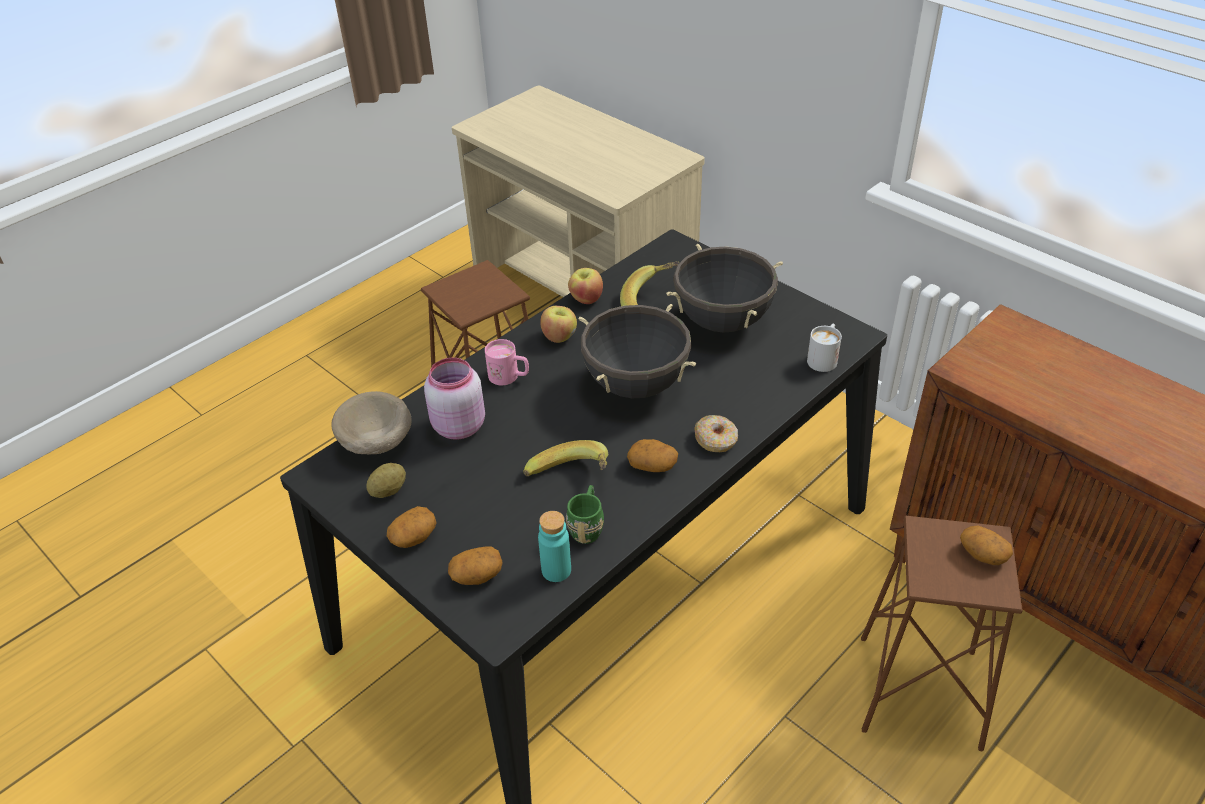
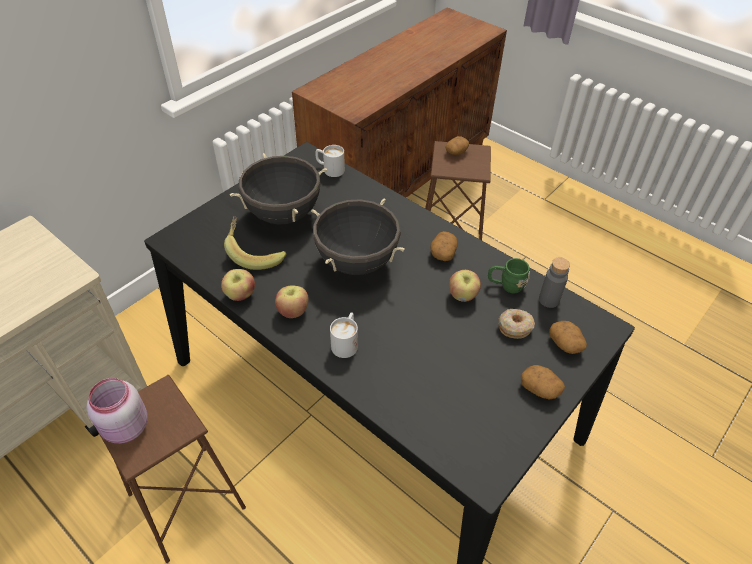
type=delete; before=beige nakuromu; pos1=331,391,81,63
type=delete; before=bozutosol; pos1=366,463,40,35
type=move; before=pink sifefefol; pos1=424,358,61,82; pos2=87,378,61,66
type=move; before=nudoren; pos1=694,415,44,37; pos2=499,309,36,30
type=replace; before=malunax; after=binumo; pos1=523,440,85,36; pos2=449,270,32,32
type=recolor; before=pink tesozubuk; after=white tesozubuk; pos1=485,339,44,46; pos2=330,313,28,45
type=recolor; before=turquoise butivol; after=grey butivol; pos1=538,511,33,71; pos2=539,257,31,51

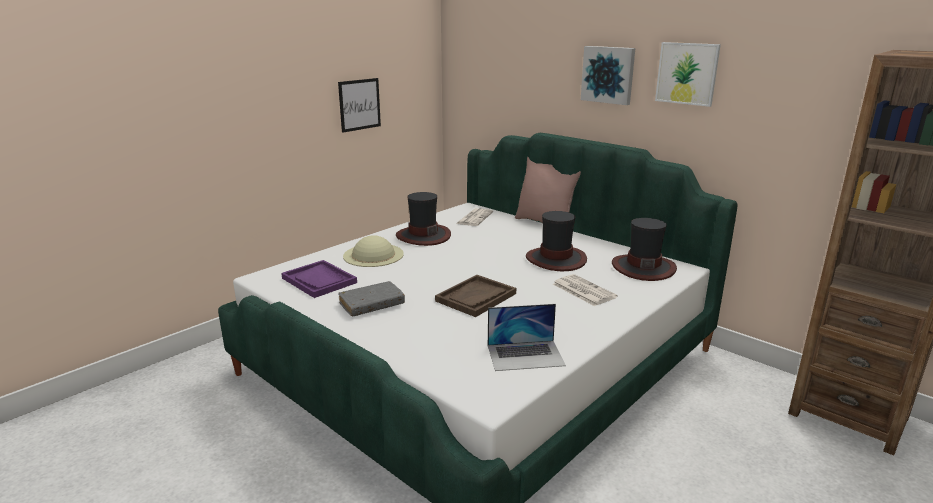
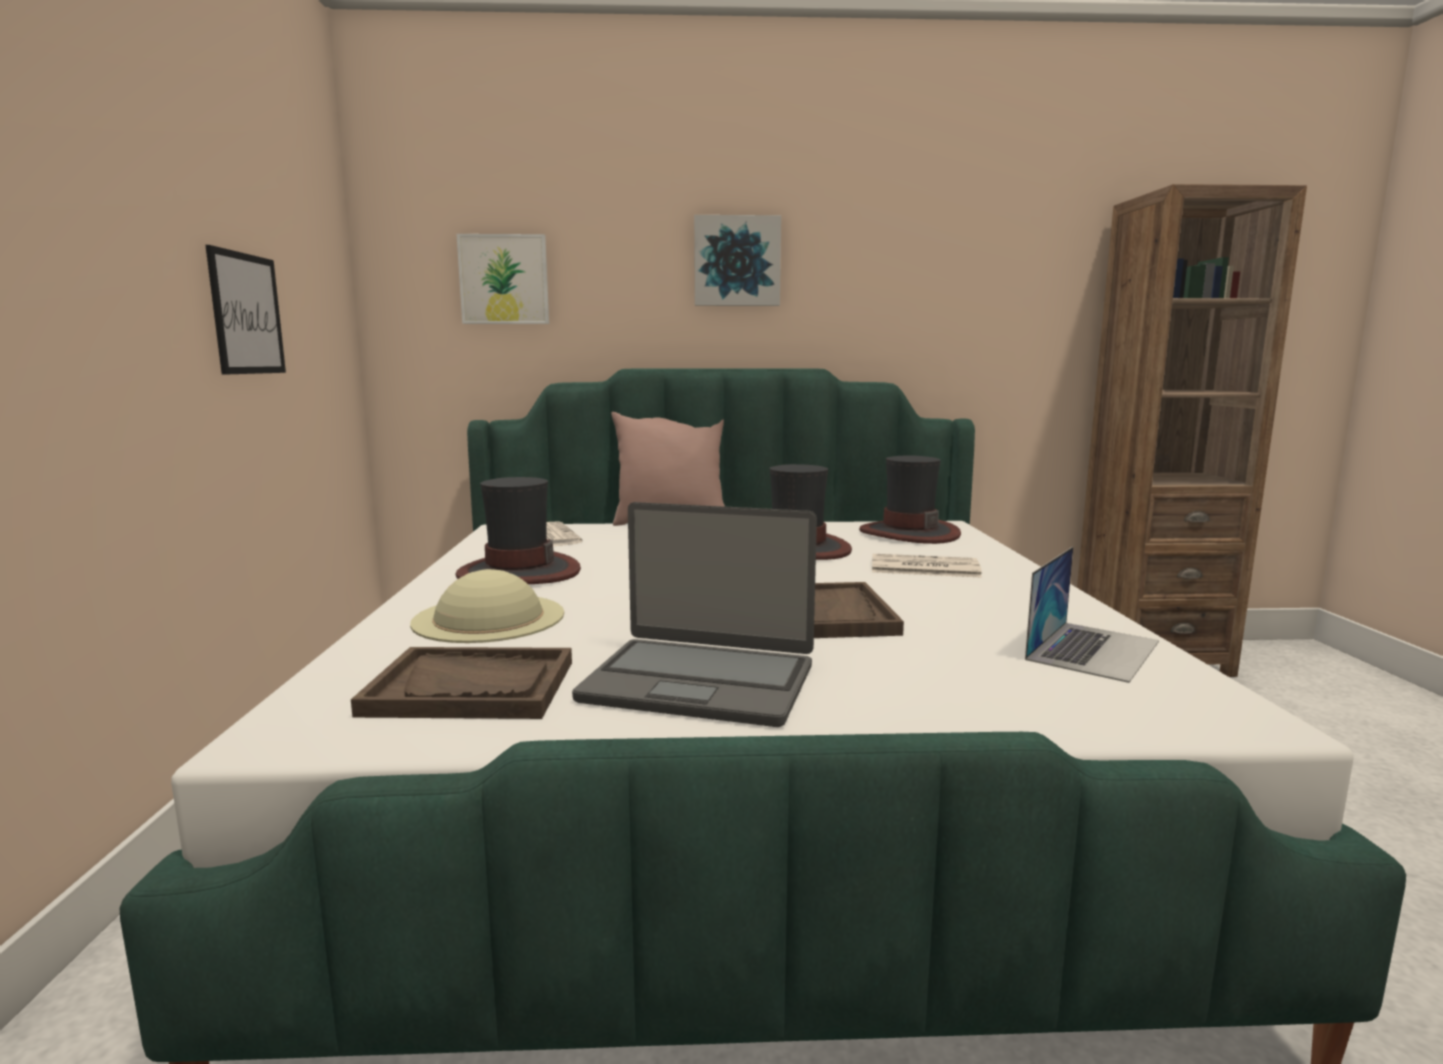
type=move; before=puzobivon; pos1=655,42,66,65; pos2=456,234,93,90
type=replace; before=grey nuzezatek; after=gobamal; pos1=338,281,67,35; pos2=572,502,245,225
type=recolor; before=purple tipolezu; after=brown tipolezu; pos1=281,260,76,38; pos2=351,647,221,72

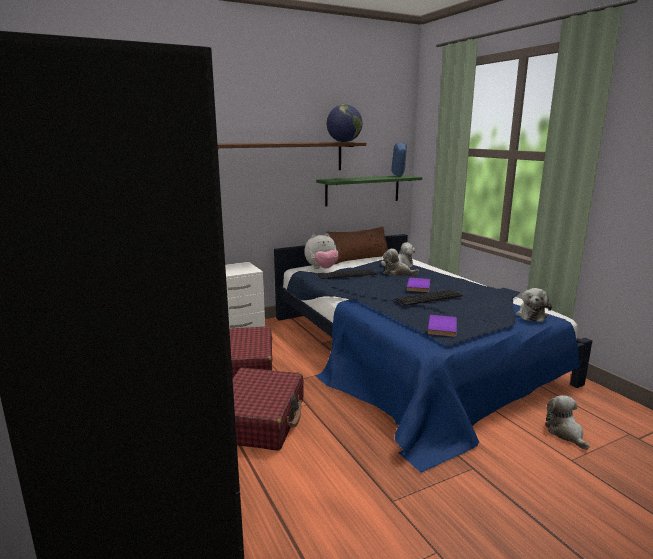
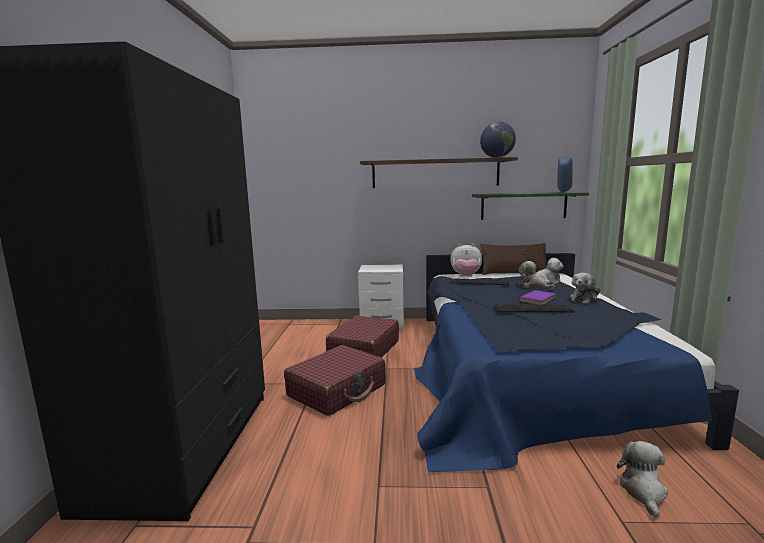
type=delete; before=purple nuzezatek; pos1=427,315,30,22
type=move; before=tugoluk; pos1=516,288,36,34; pos2=570,273,30,31

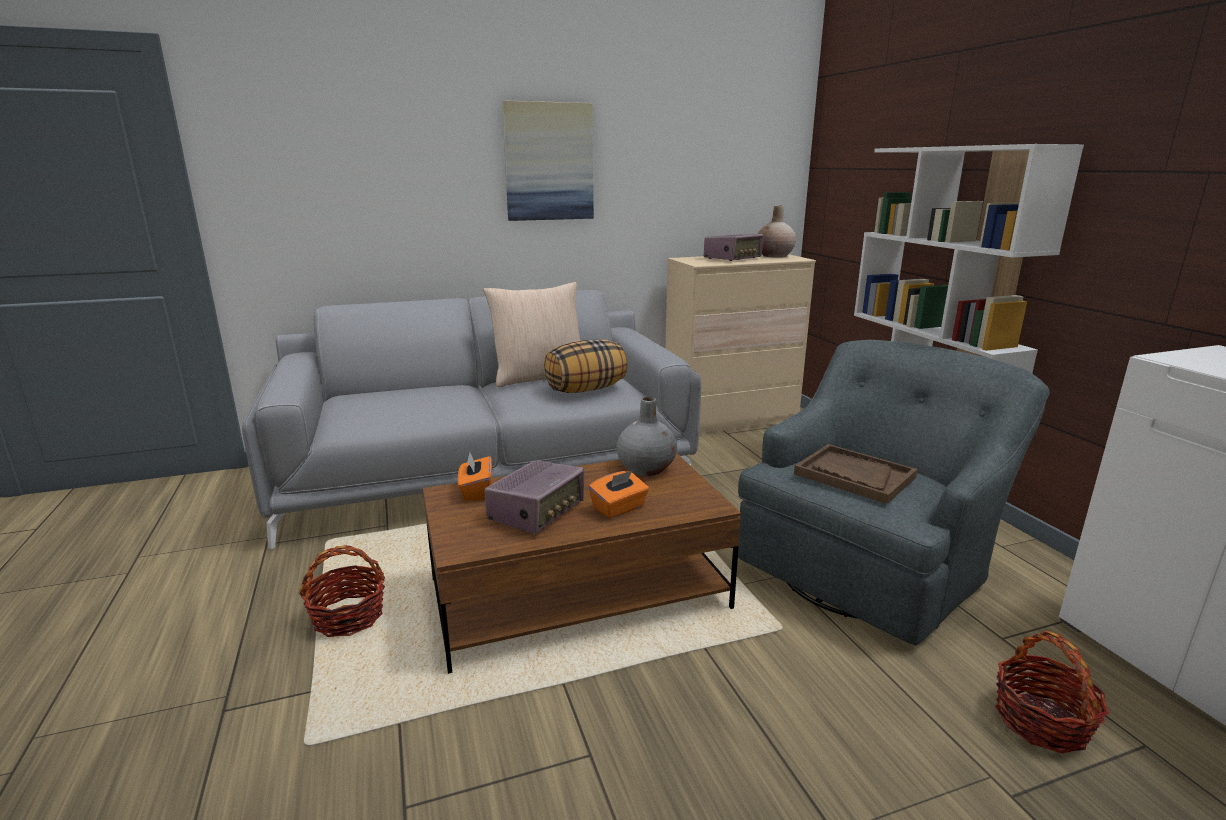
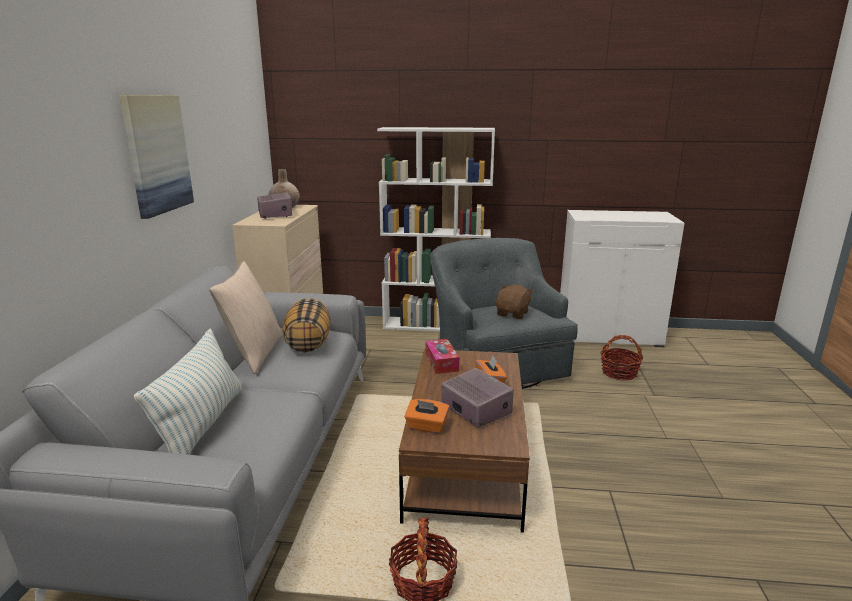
type=insert; after=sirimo; pos2=134,329,109,126
type=replace; before=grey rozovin; after=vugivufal; pos1=617,397,60,79; pos2=425,339,34,35
type=replace; before=brown tipolezu; after=brown tugoluk; pos1=794,444,124,60; pos2=496,285,37,34

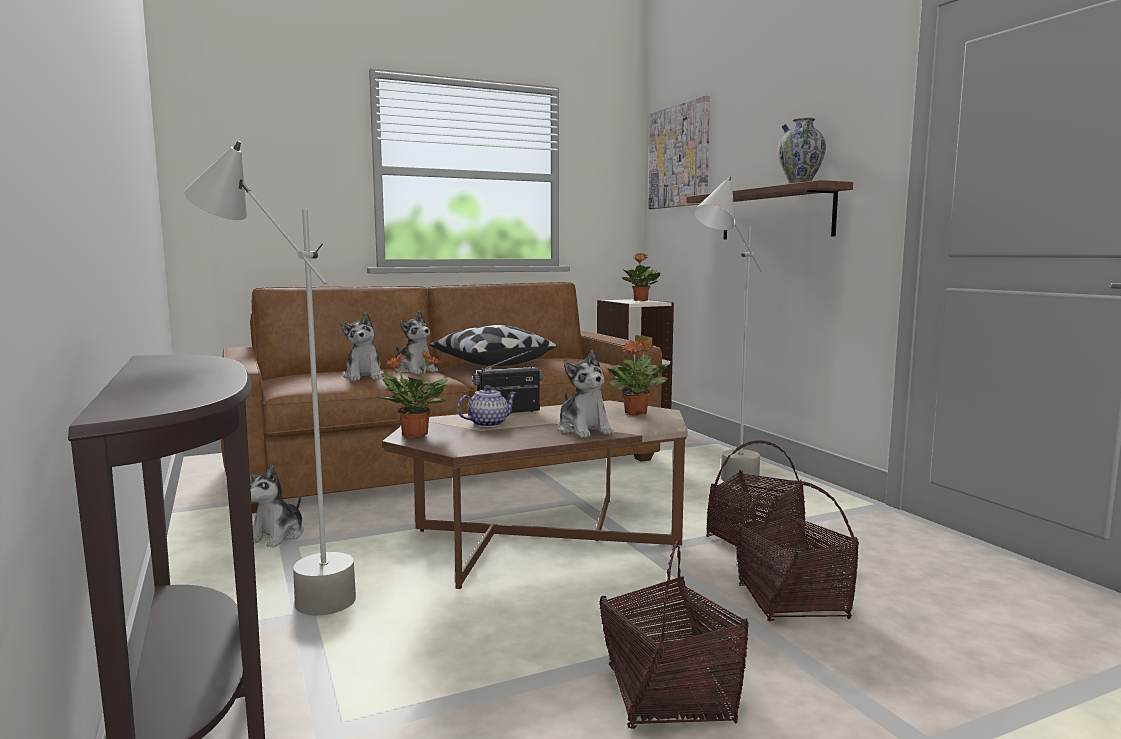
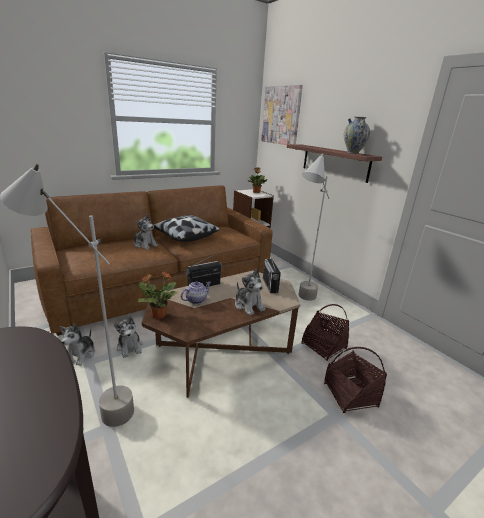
type=delete; before=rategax; pos1=600,540,149,189
type=move; before=tugoluk; pos1=341,313,43,68; pos2=114,316,28,42
type=replace; before=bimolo; after=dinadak; pos1=606,340,64,76; pos2=263,251,18,42

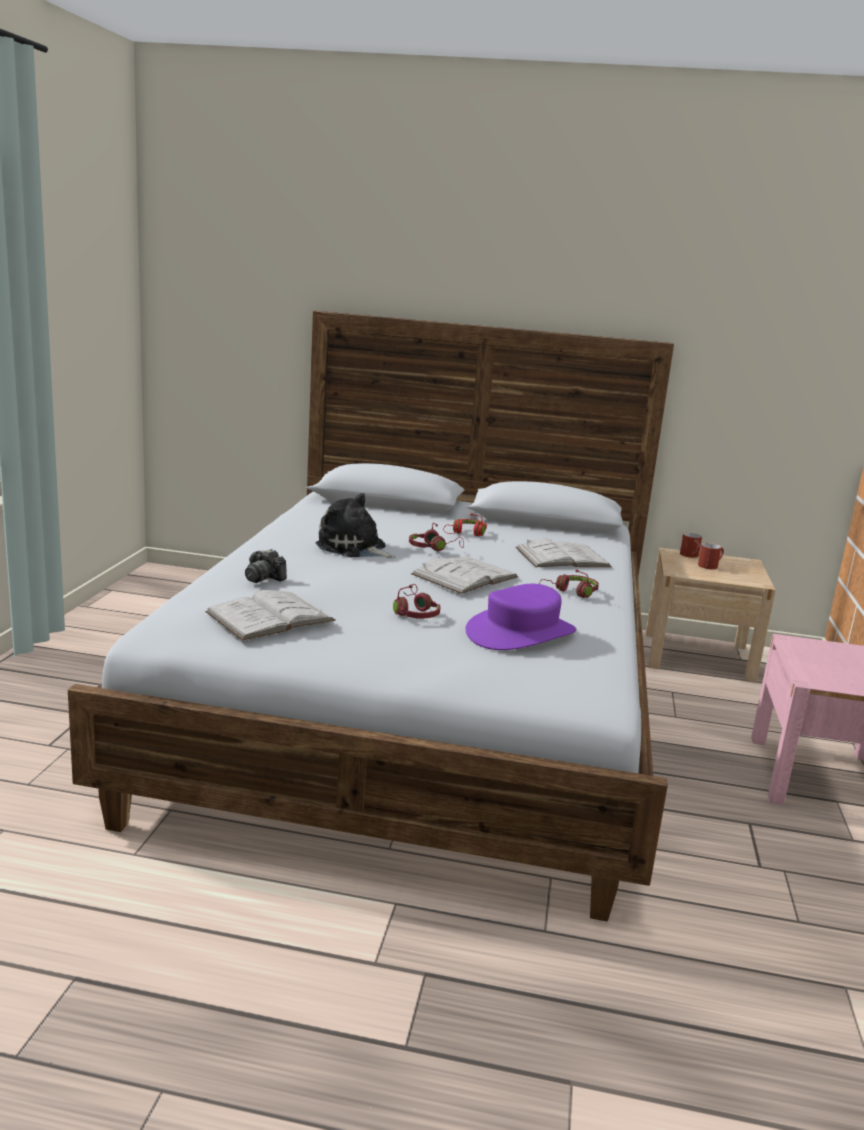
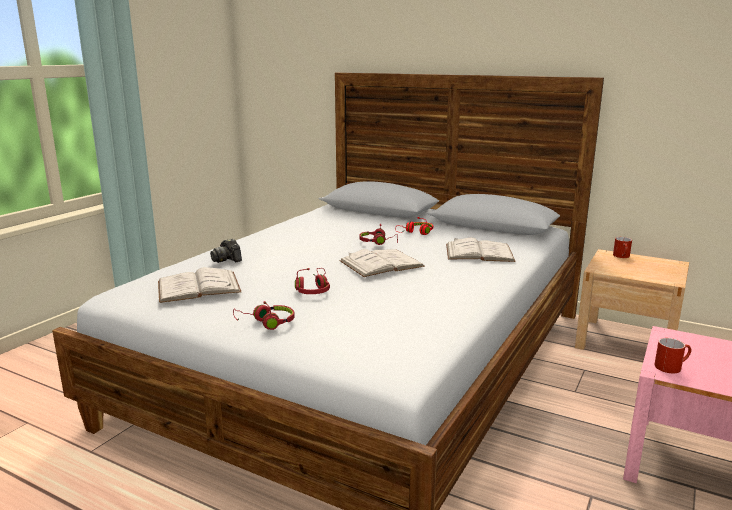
type=delete; before=tugoluk; pos1=316,493,80,65
type=delete; before=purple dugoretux; pos1=465,584,111,66
type=move; before=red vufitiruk; pos1=539,570,60,28; pos2=233,301,62,29
type=move; before=red tesozubuk; pos1=698,543,26,26; pos2=655,338,36,35

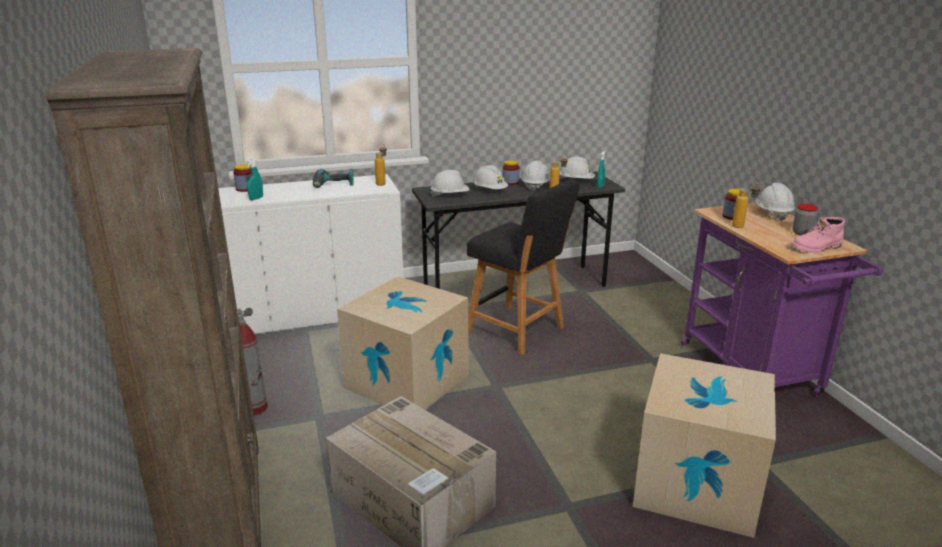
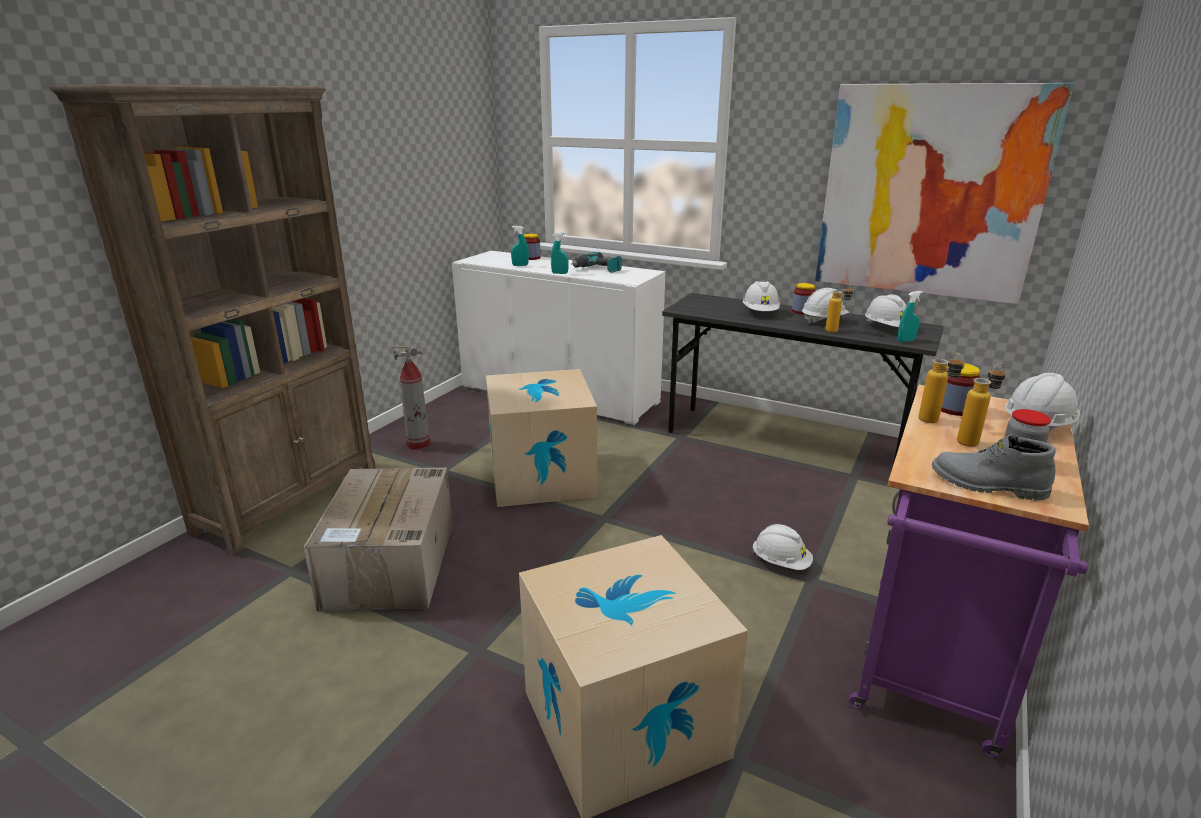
type=delete; before=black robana; pos1=467,180,113,175
type=insert; after=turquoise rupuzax; pos2=551,232,18,42
type=insert; after=puzobivon; pos2=815,83,259,221
type=move; before=butivol; pos1=375,144,12,42; pos2=957,363,49,84
type=move; before=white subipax; pos1=430,170,40,27; pos2=752,524,61,46
type=recolor; before=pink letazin; after=grey letazin; pos1=791,217,54,36; pos2=932,435,124,65

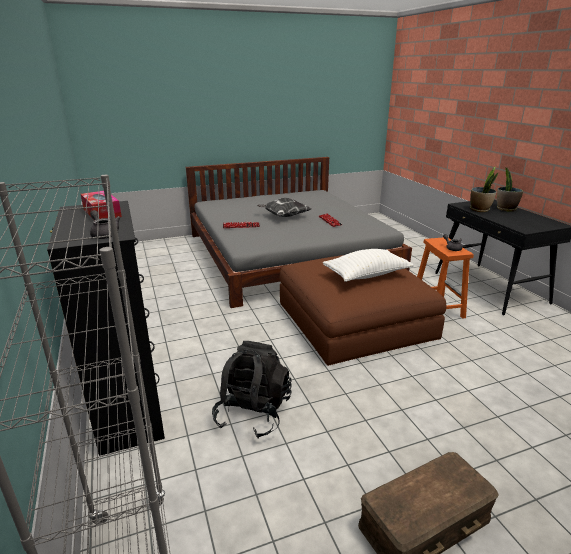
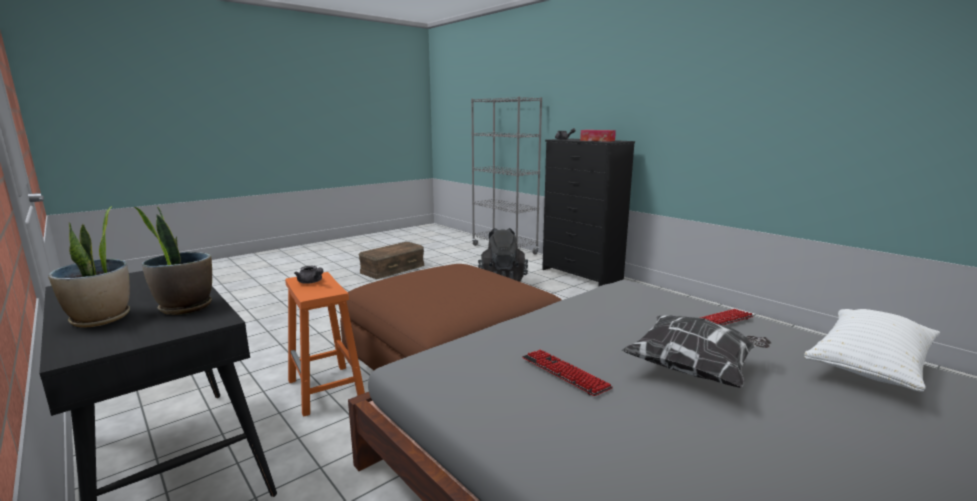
type=move; before=white sirimo; pos1=323,249,91,33; pos2=804,309,136,82

